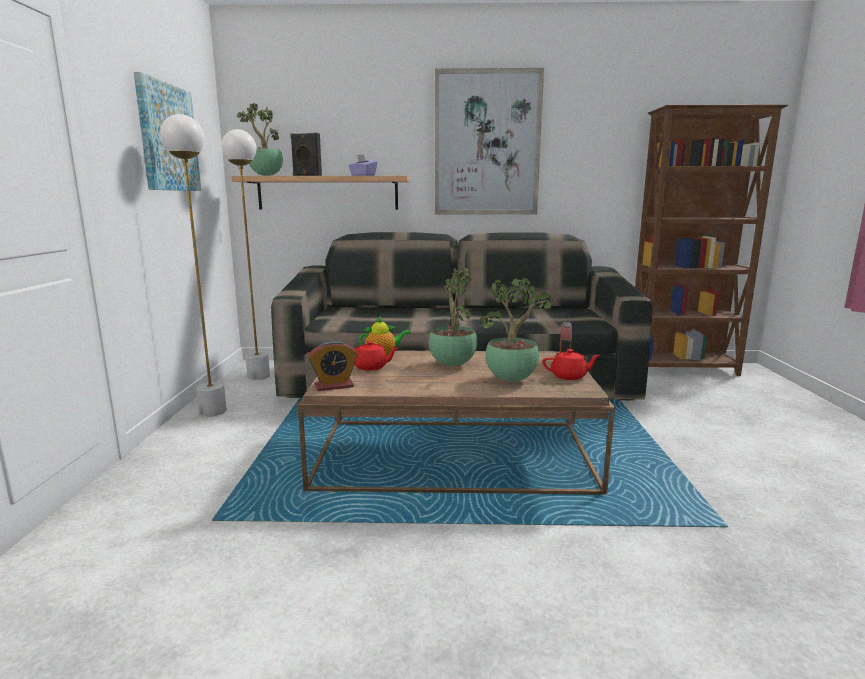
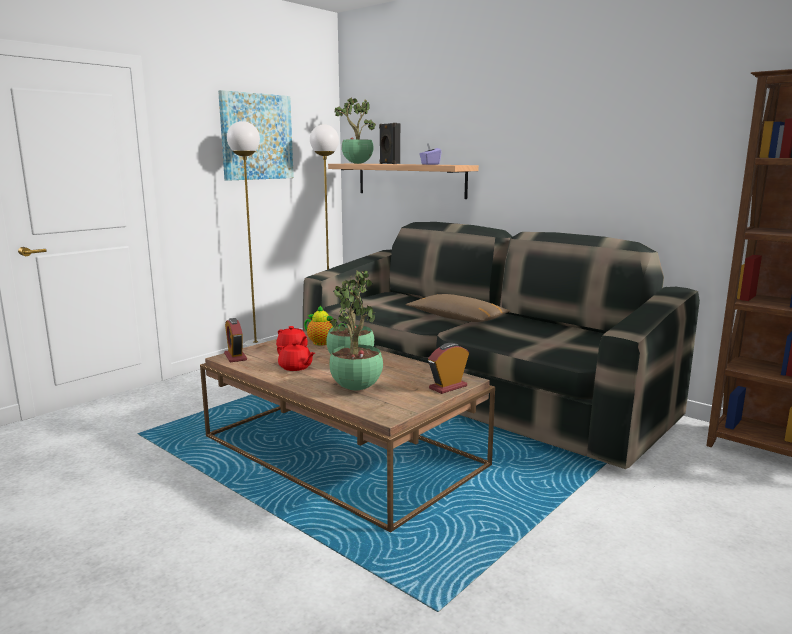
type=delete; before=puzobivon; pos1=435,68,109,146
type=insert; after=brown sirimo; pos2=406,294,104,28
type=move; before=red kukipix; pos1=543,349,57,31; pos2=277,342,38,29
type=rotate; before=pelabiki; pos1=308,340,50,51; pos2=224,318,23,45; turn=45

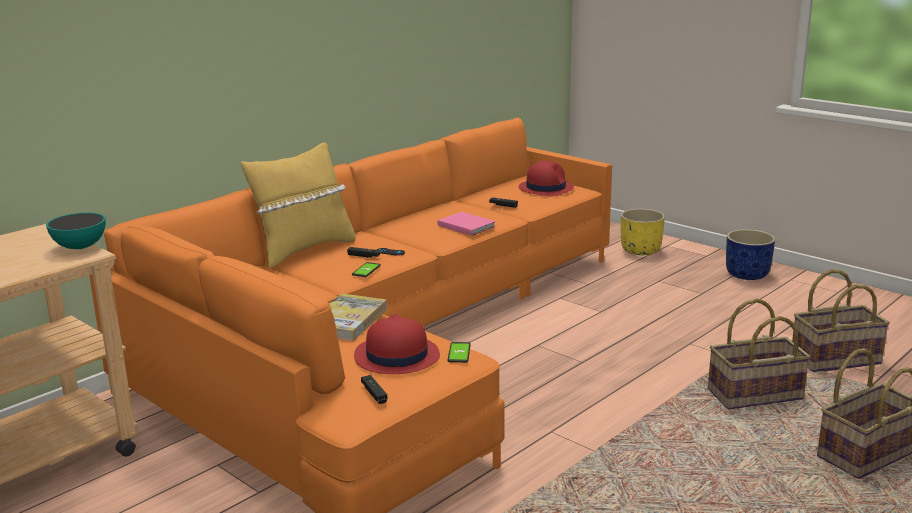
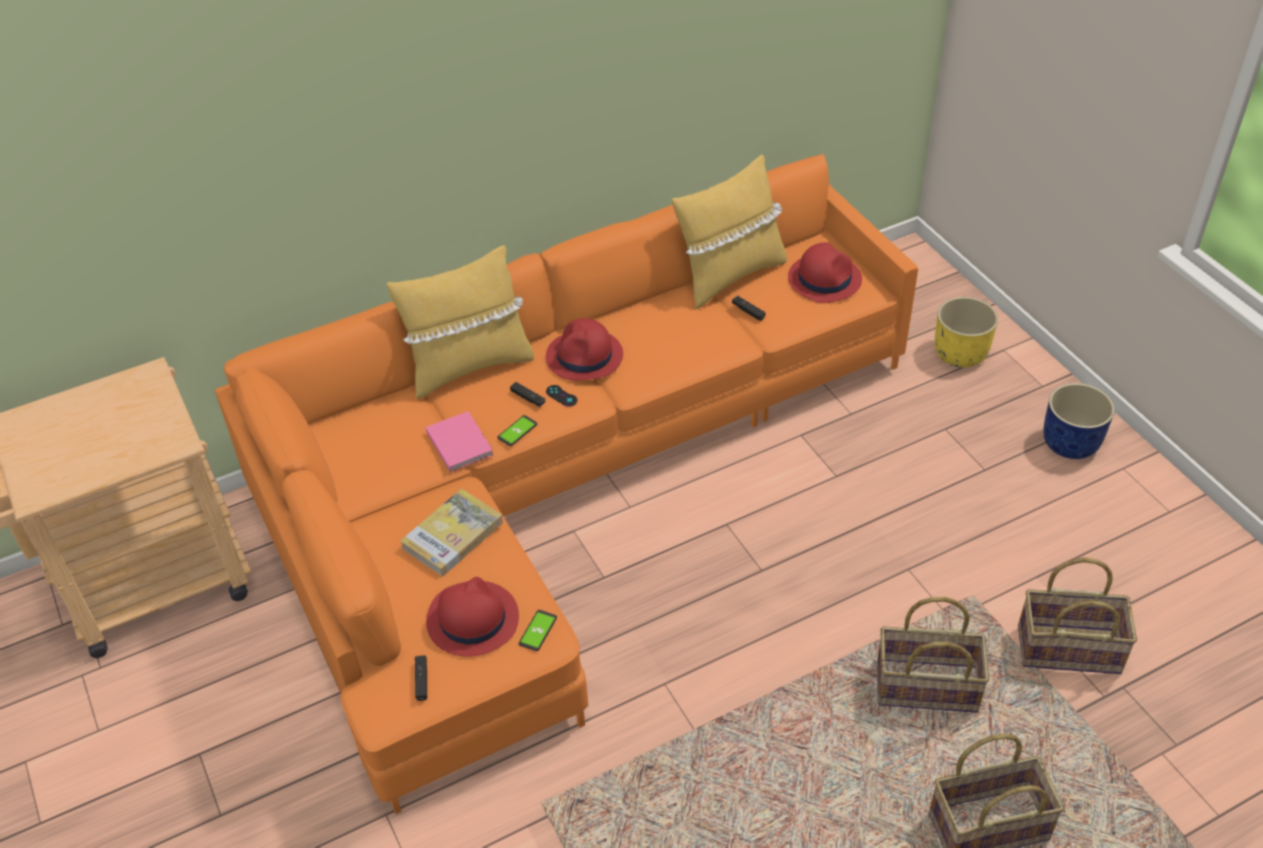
type=delete; before=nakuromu; pos1=46,213,60,36
type=insert; after=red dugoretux; pos2=546,318,77,62
type=insert; after=yellow sirimo; pos2=672,155,115,154
type=move; before=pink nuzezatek; pos1=438,212,58,24; pos2=426,411,67,61

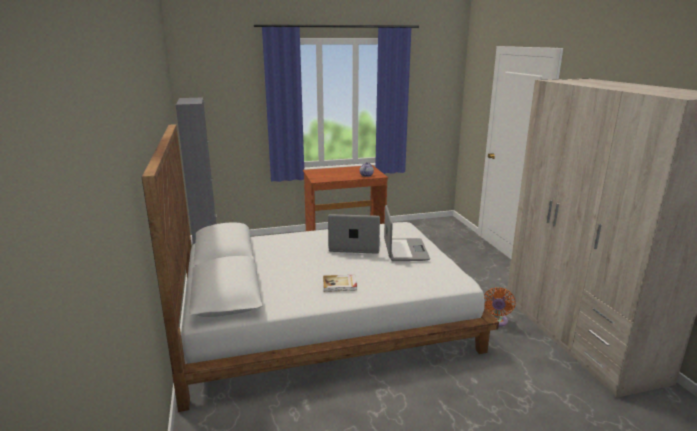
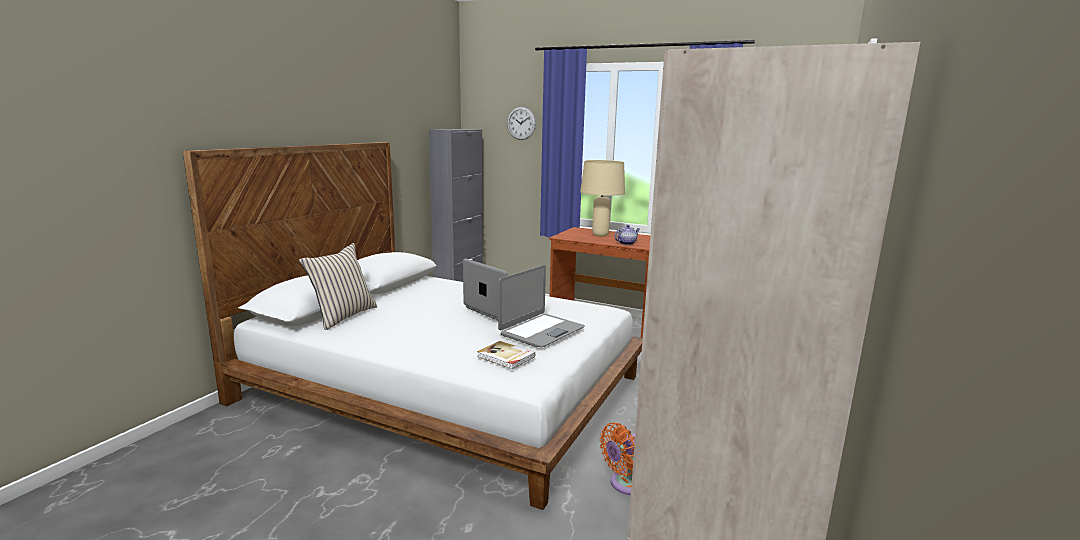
type=insert; after=beige sirimo; pos2=299,243,78,87
type=insert; after=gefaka; pos2=507,107,29,33
type=insert; after=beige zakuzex; pos2=580,160,45,76
type=move; before=nuzezatek; pos1=323,275,34,17; pos2=477,341,58,28

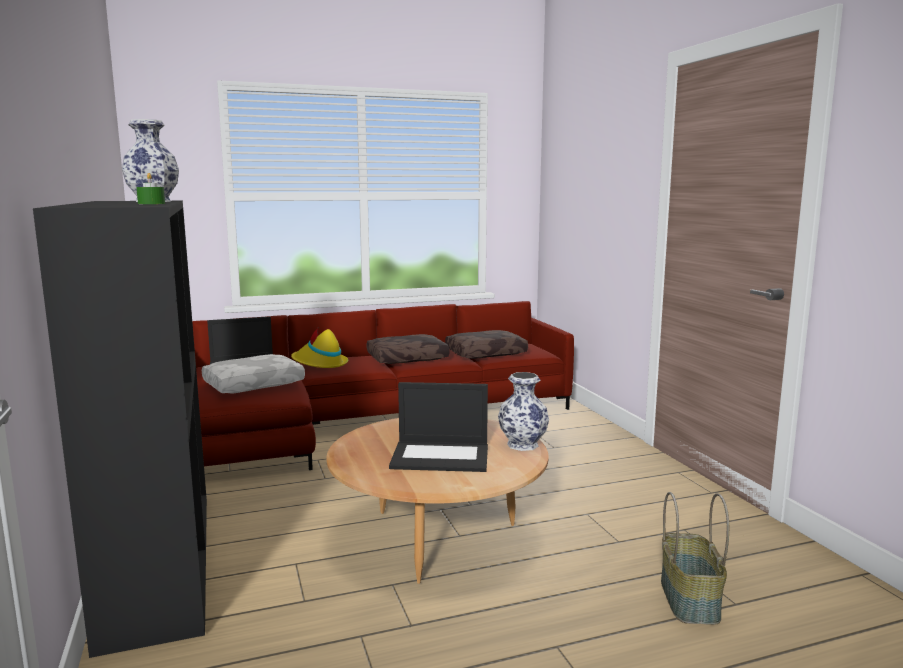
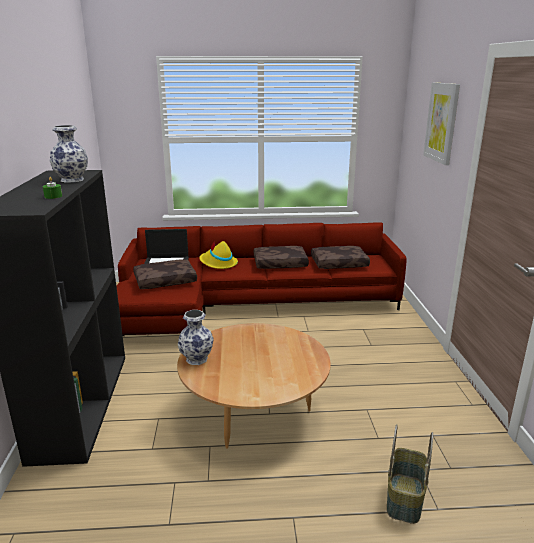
type=delete; before=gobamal; pos1=389,382,99,90
type=insert; after=puzobivon; pos2=423,82,37,83
type=move; before=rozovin; pos1=498,372,51,79; pos2=178,310,36,55
type=recolor; before=white sirimo; after=brown sirimo; pos1=202,354,103,40; pos2=133,259,64,30

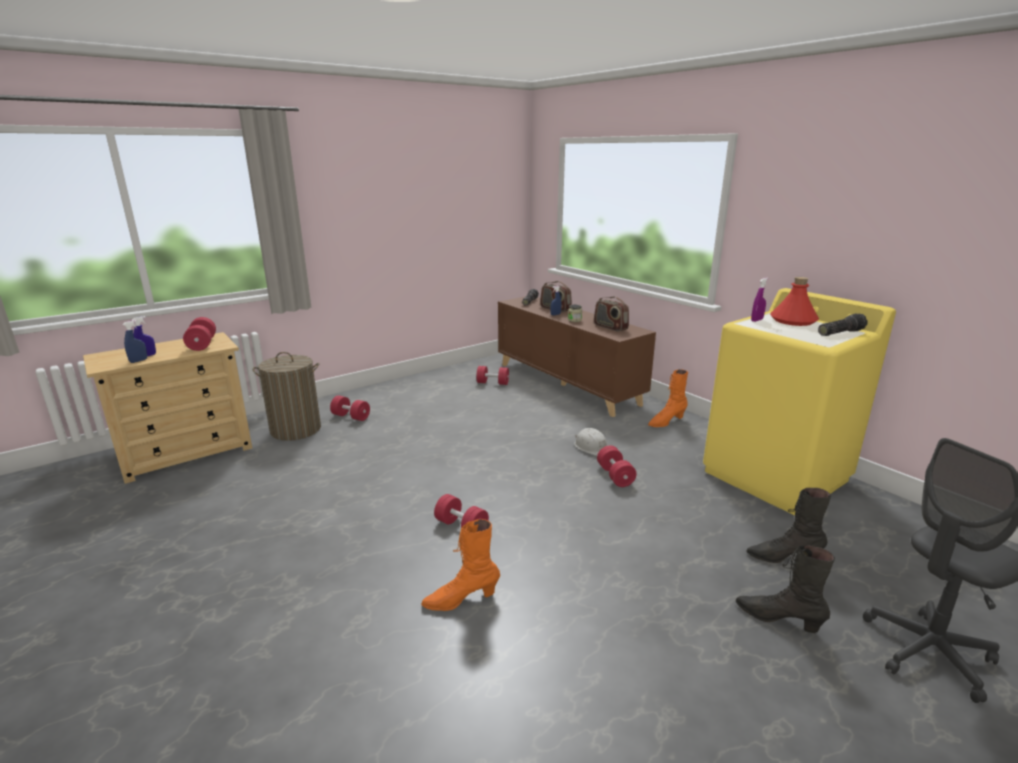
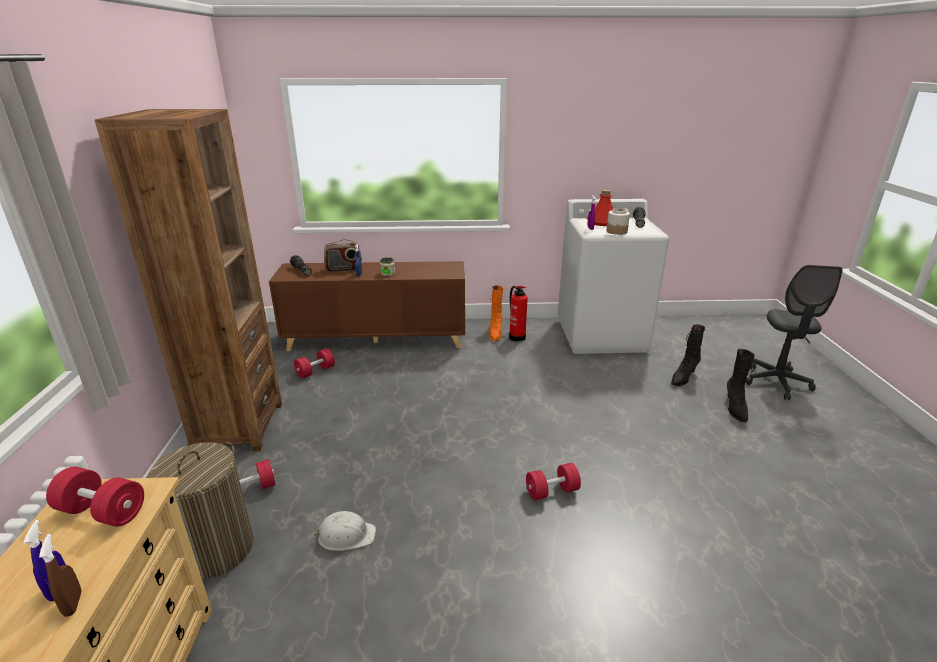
type=delete; before=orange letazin; pos1=421,519,79,92
type=delete; before=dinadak; pos1=594,297,35,35
type=delete; before=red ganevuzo; pos1=597,445,39,42
type=insert; after=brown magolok; pos2=95,109,187,342
type=insert; after=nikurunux; pos2=509,286,19,56
type=insert; after=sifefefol; pos2=606,208,24,27
type=move; before=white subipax; pos1=574,428,33,28; pos2=314,511,62,40
type=recolor; before=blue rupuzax; after=brown rupuzax; pos1=122,320,25,43; pos2=39,534,43,83
type=recolor; before=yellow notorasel; after=white notorasel; pos1=703,288,193,227; pos2=558,199,111,155
type=rotate; before=black letazin; pos1=736,545,99,88; pos2=727,349,28,73; turn=-60

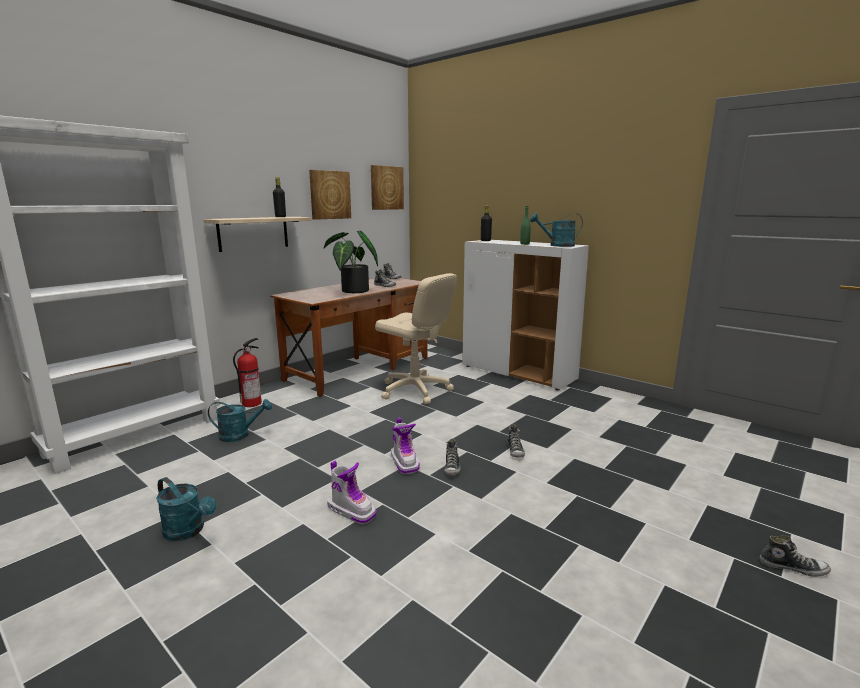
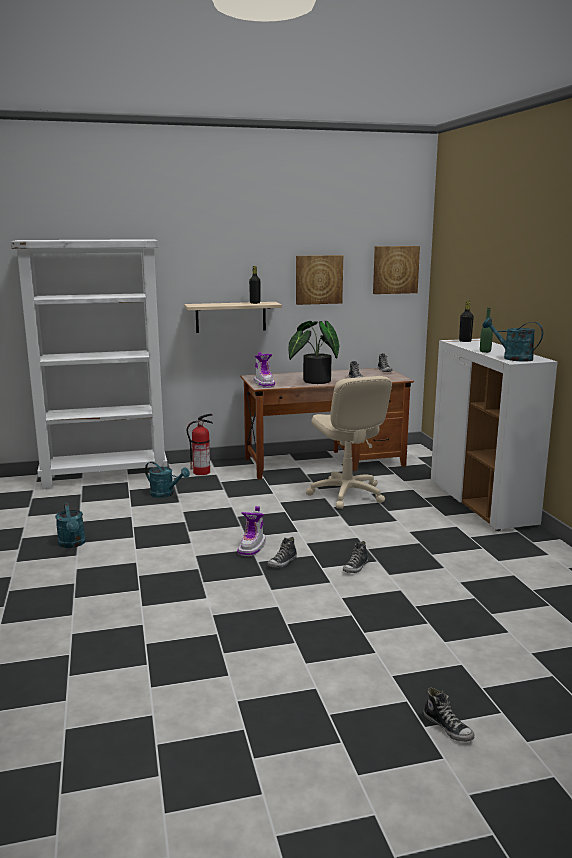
type=move; before=letazin; pos1=327,461,50,63; pos2=254,352,21,36

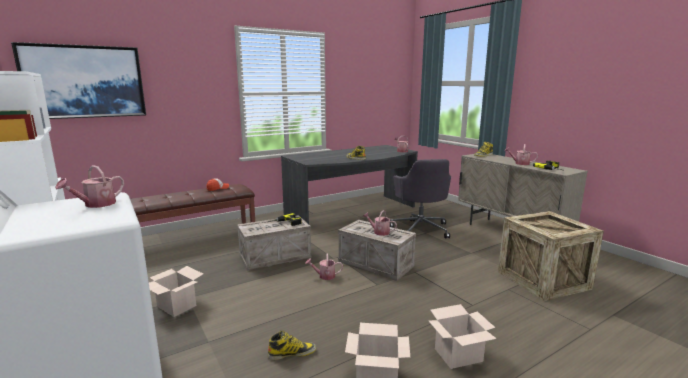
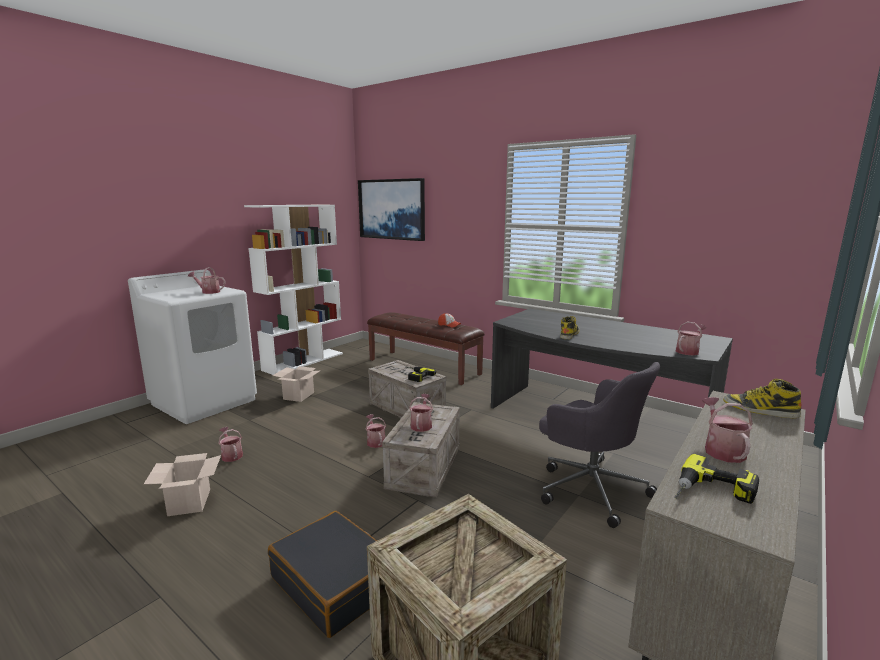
type=delete; before=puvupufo; pos1=429,304,68,65
type=insert; after=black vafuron; pos2=268,511,109,127
type=replace; before=letazin; after=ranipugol; pos1=268,331,48,29; pos2=218,427,25,35
type=rotate; before=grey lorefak; pos1=390,159,61,79; pos2=539,362,121,166; turn=-105

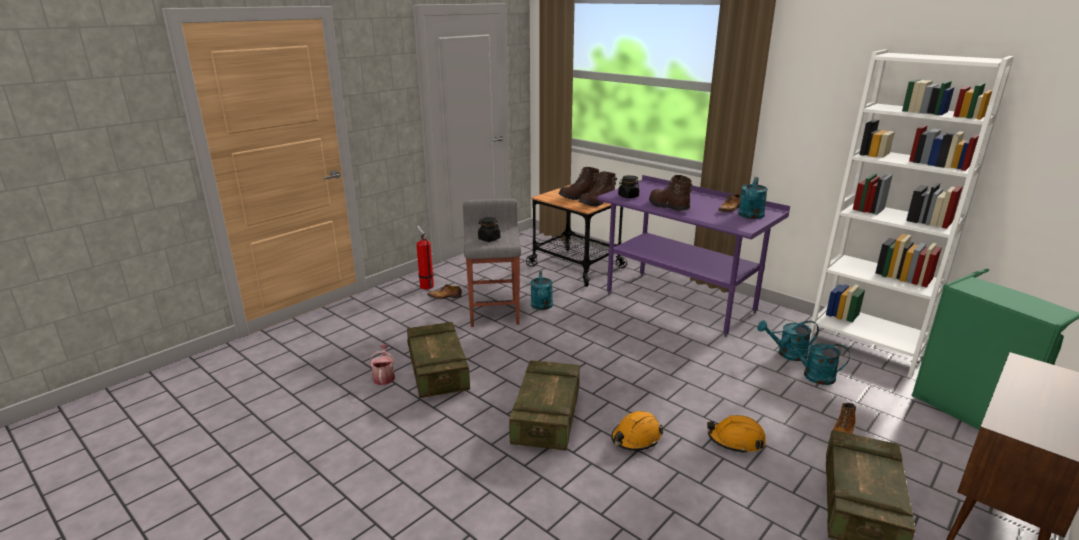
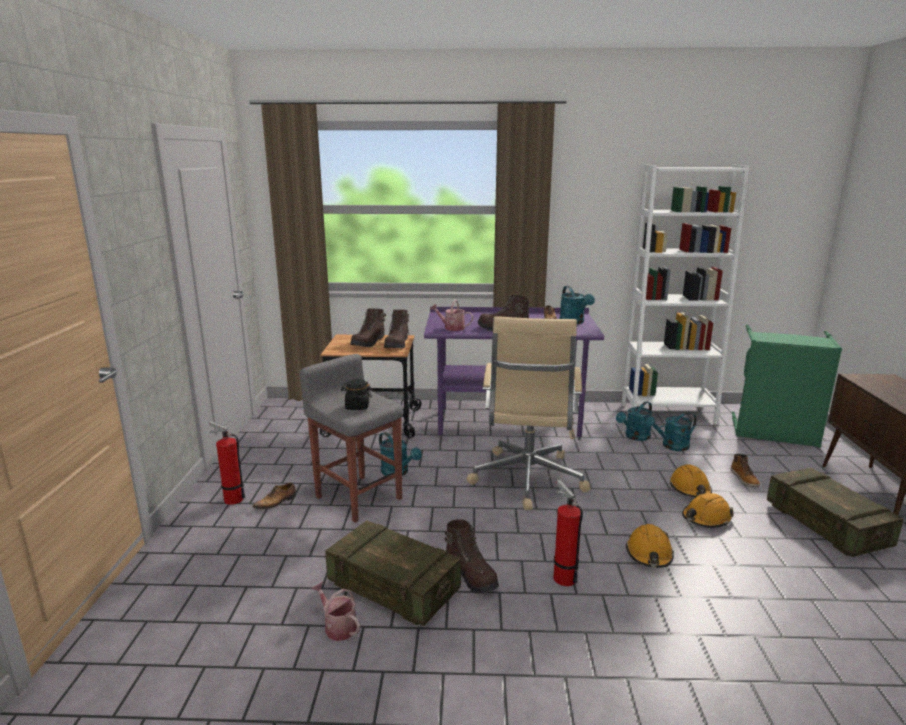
type=insert; after=brown letazin; pos2=444,519,55,75
type=insert; after=beige lorefak; pos2=467,316,124,194
type=insert; after=orange subipax; pos2=670,464,42,33
type=replace; before=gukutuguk; after=nikurunux; pos1=509,360,71,91; pos2=554,480,29,106
type=replace; before=black sifefefol; after=ranipugol; pos1=618,175,21,23; pos2=430,300,43,31

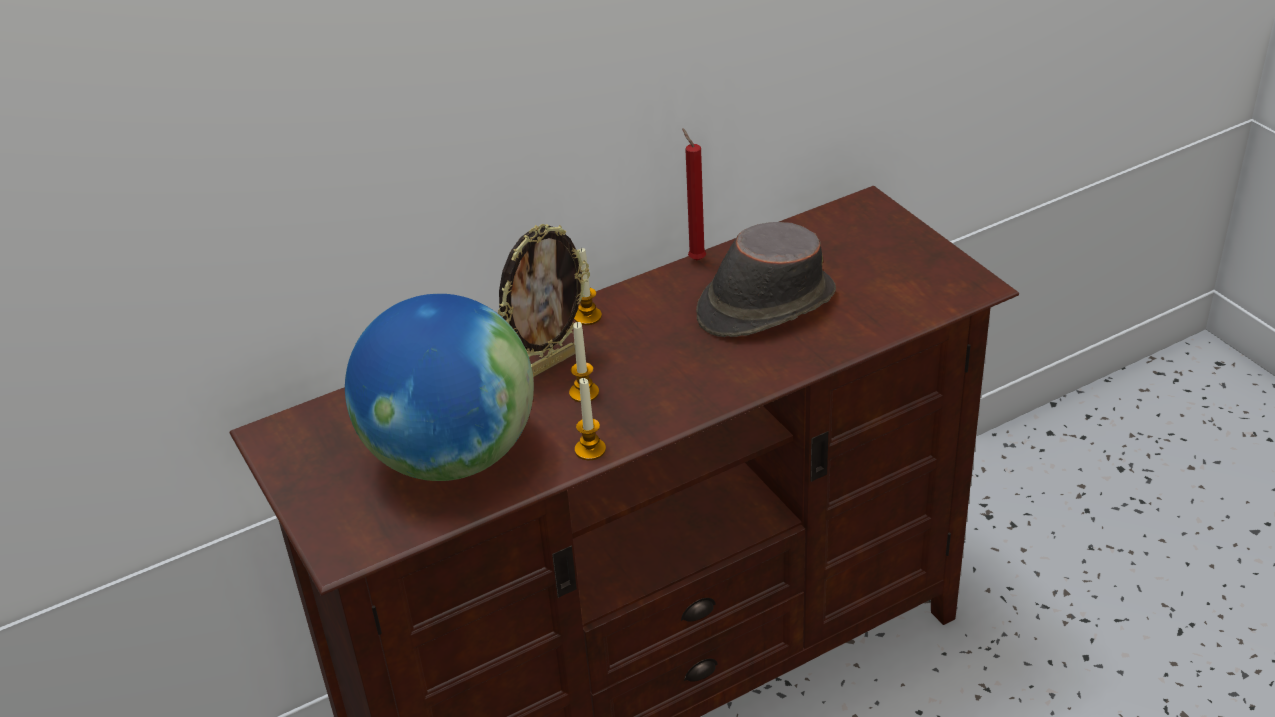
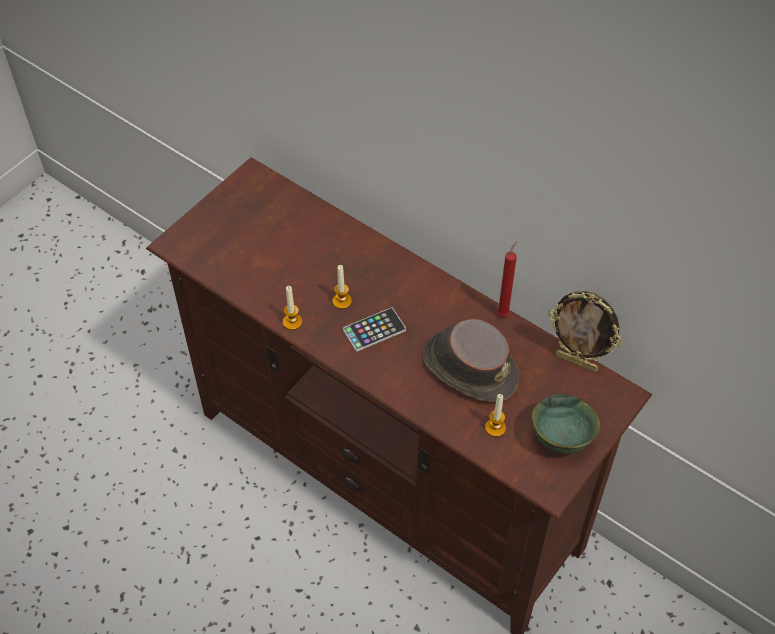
type=delete; before=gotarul; pos1=345,294,189,187
type=insert; after=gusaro; pos2=343,307,63,45
type=insert; after=green nakuromu; pos2=532,394,68,60
type=move; before=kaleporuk; pos1=498,224,92,153; pos2=548,291,74,81
type=move; before=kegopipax; pos1=574,248,28,77; pos2=485,394,21,43

